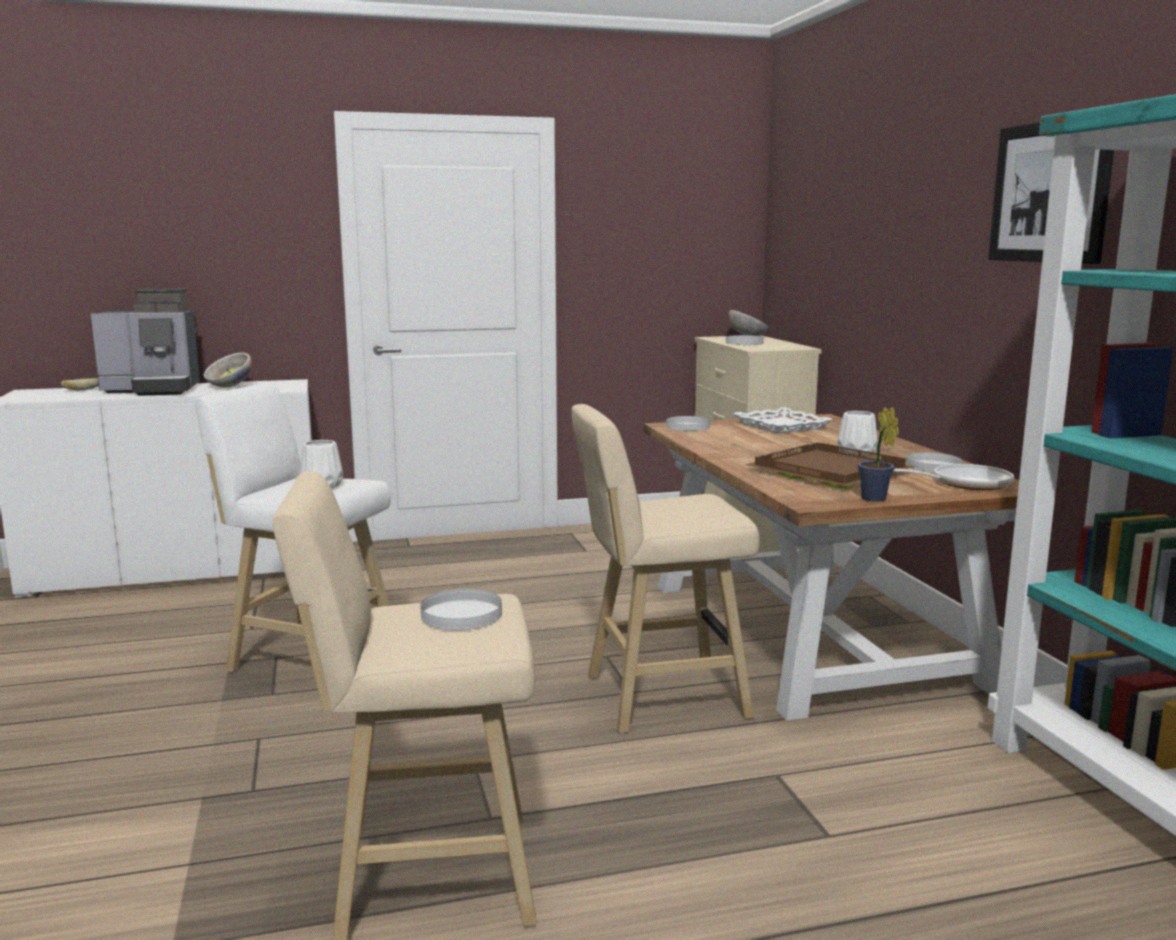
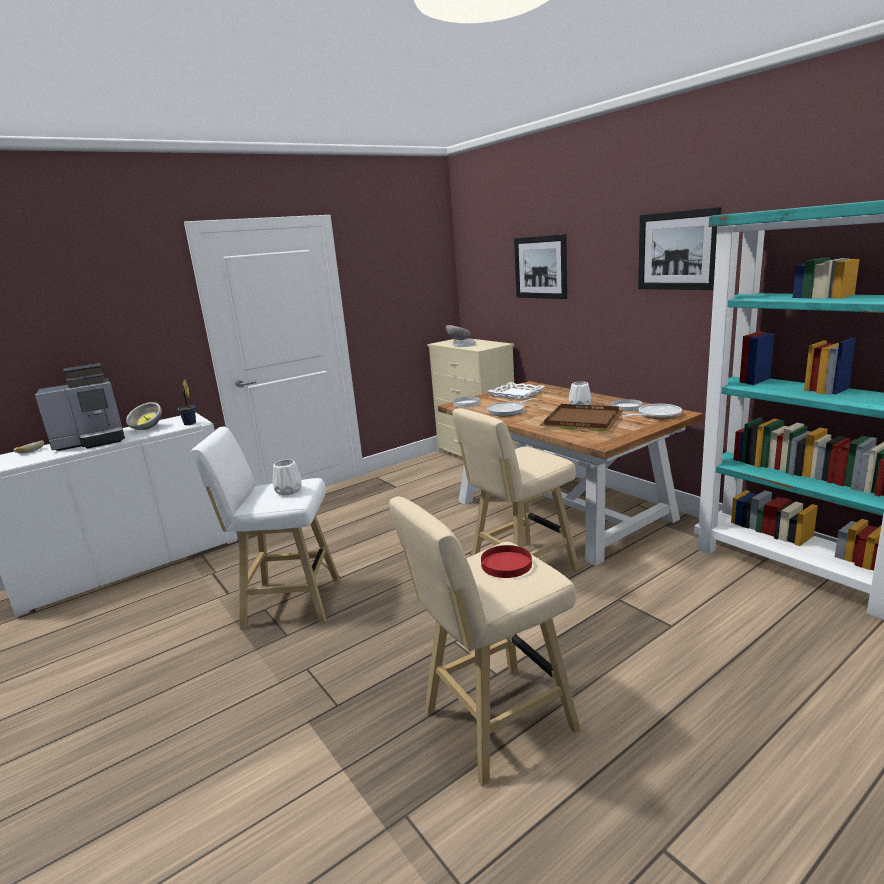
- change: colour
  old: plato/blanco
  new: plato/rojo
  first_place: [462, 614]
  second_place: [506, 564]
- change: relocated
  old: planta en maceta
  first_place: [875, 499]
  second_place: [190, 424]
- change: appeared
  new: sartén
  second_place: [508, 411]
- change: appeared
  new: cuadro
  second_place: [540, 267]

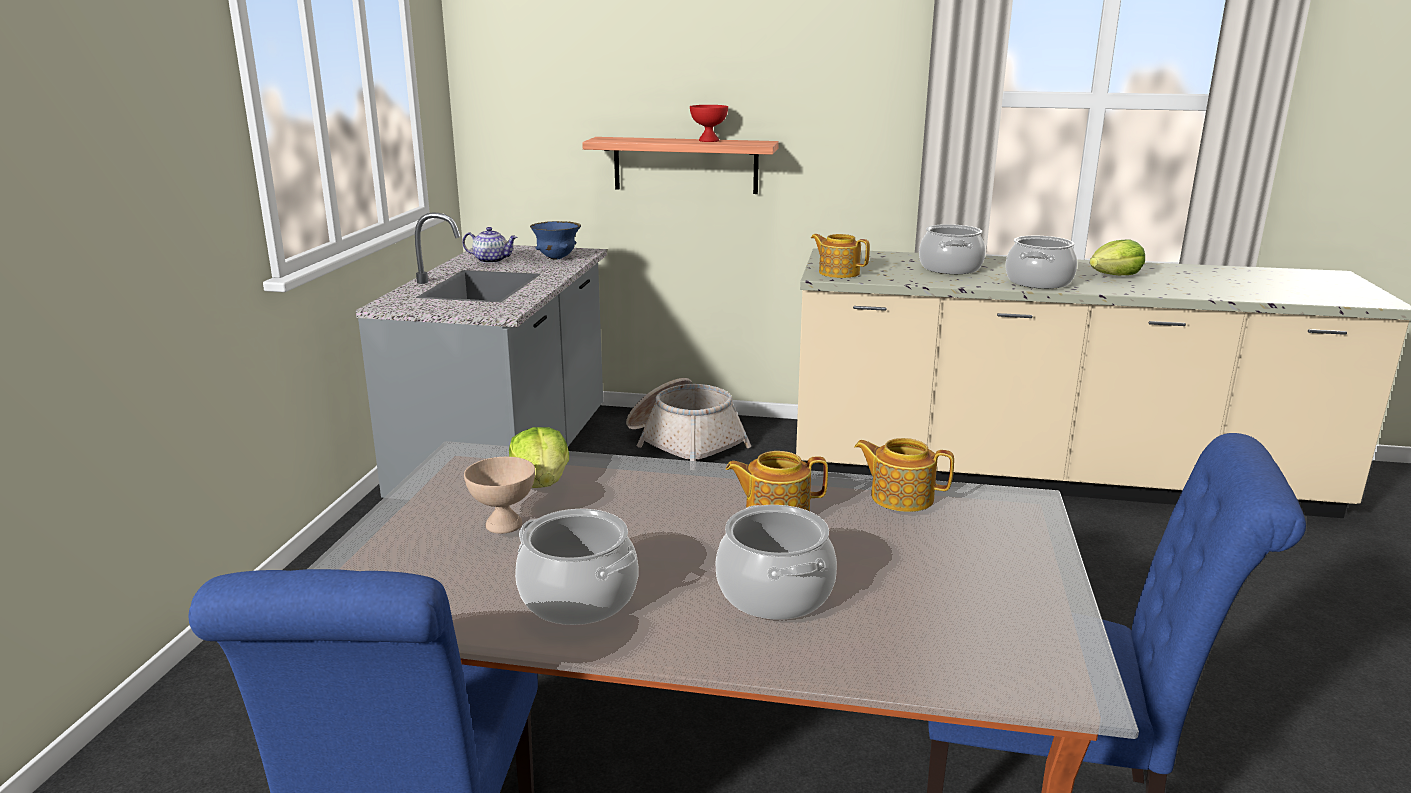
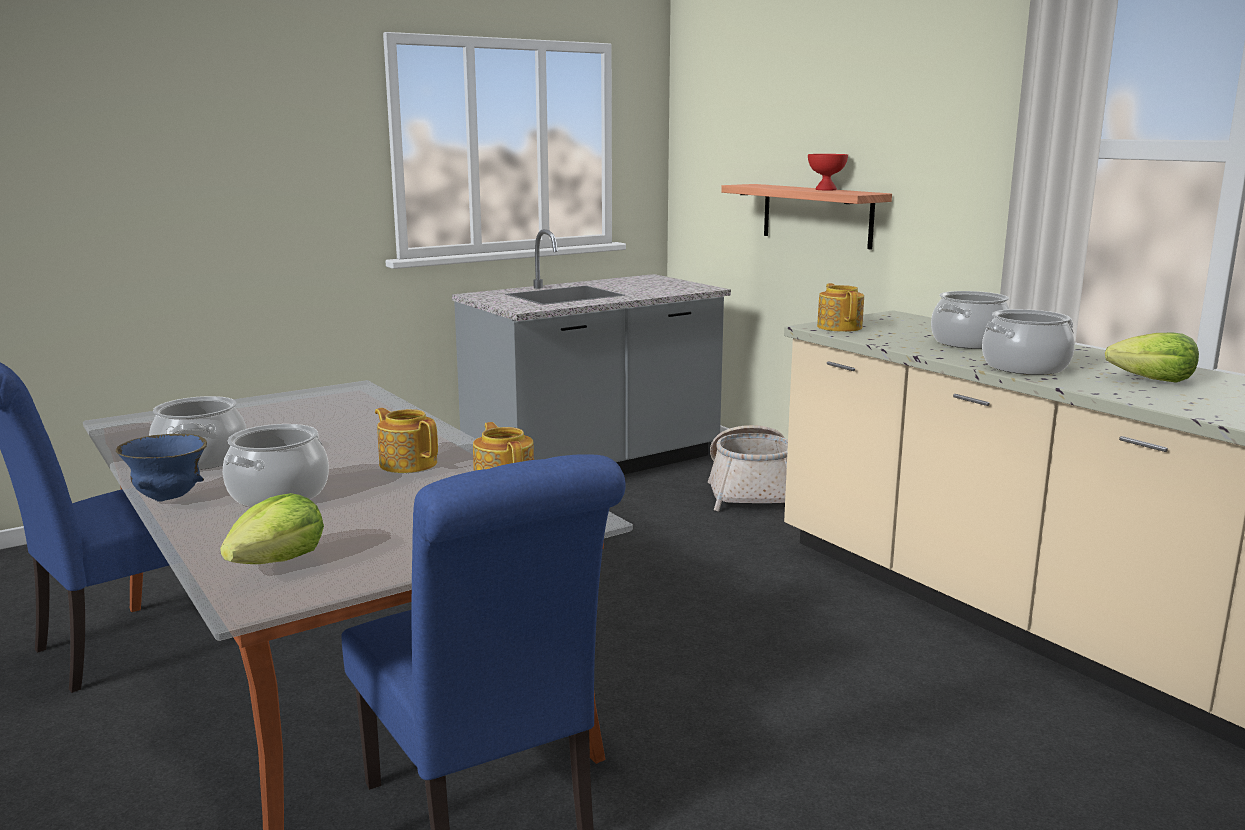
- change: missing
  old: tetera
  first_place: [492, 260]
- change: missing
  old: cuenco/beis
  first_place: [504, 524]
- change: relocated
  old: lechuga
  first_place: [541, 483]
  second_place: [278, 561]
- change: relocated
  old: cuenco/azul
  first_place: [557, 258]
  second_place: [168, 499]

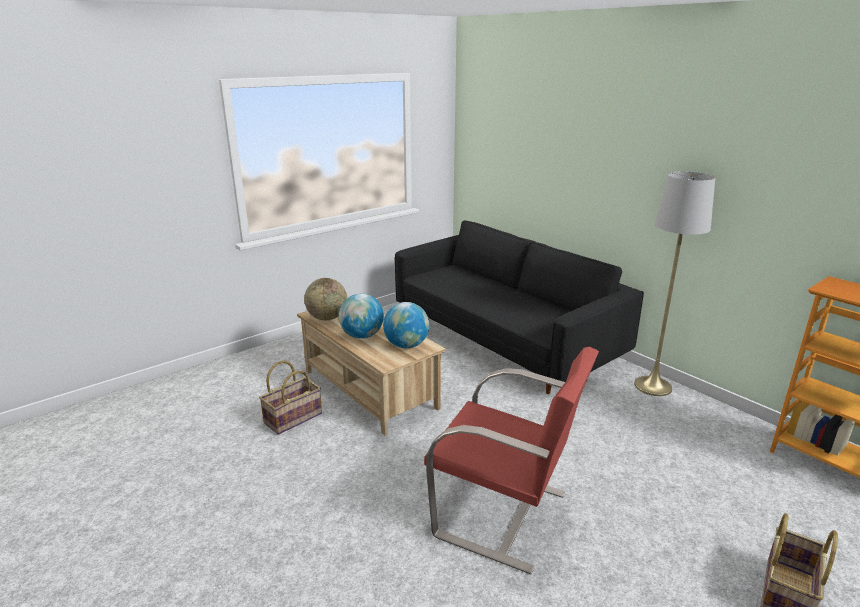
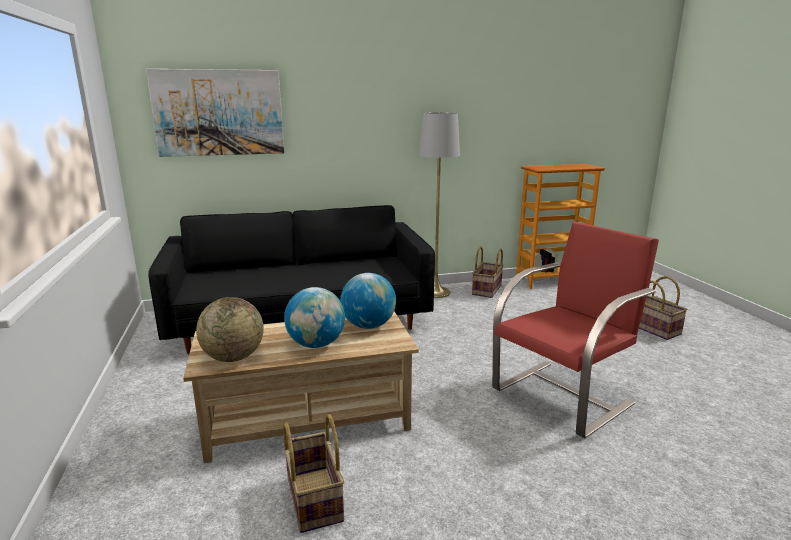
- change: appeared
  new: cuadro
  second_place: [219, 113]
- change: appeared
  new: cesta
  second_place: [487, 290]

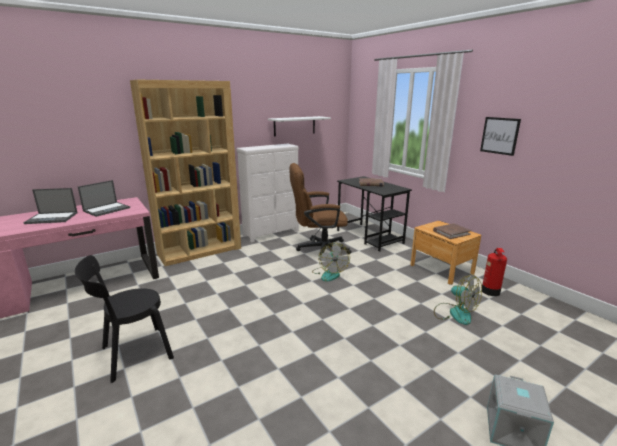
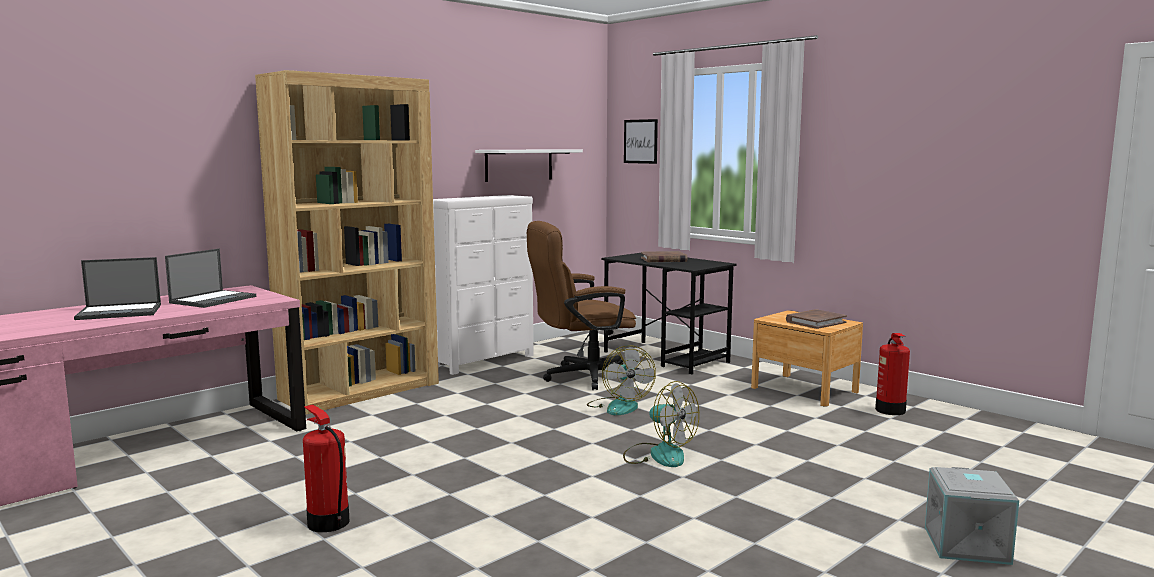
- change: exchanged
  old: silla/negro
  new: extintor
  first_place: [133, 354]
  second_place: [328, 522]
- change: relocated
  old: ventilador
  first_place: [454, 313]
  second_place: [658, 454]
- change: relocated
  old: cuadro
  first_place: [499, 135]
  second_place: [640, 141]

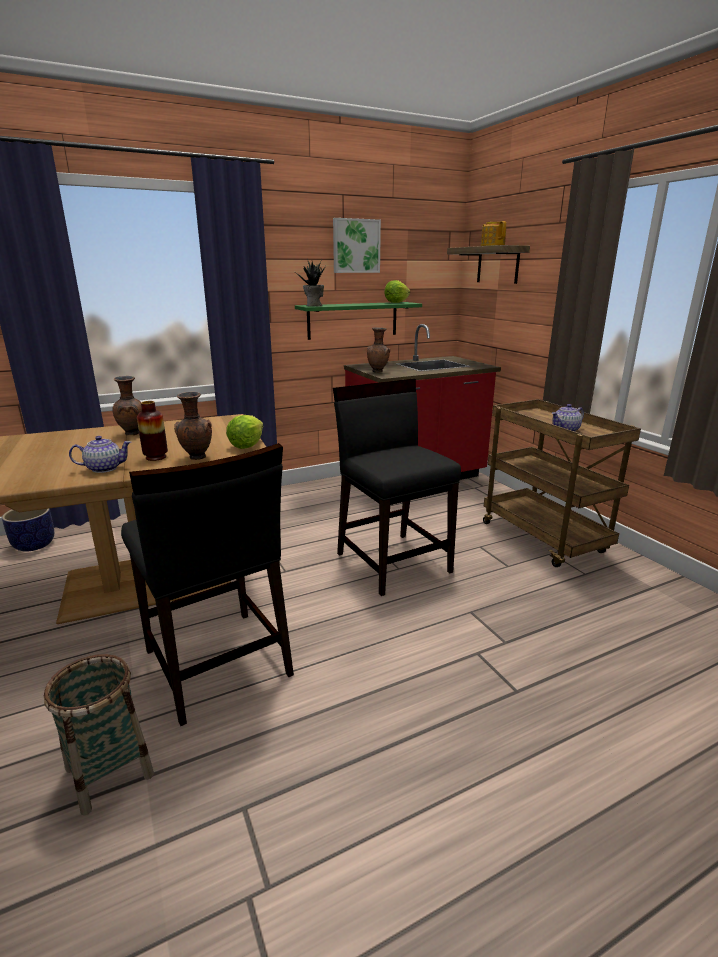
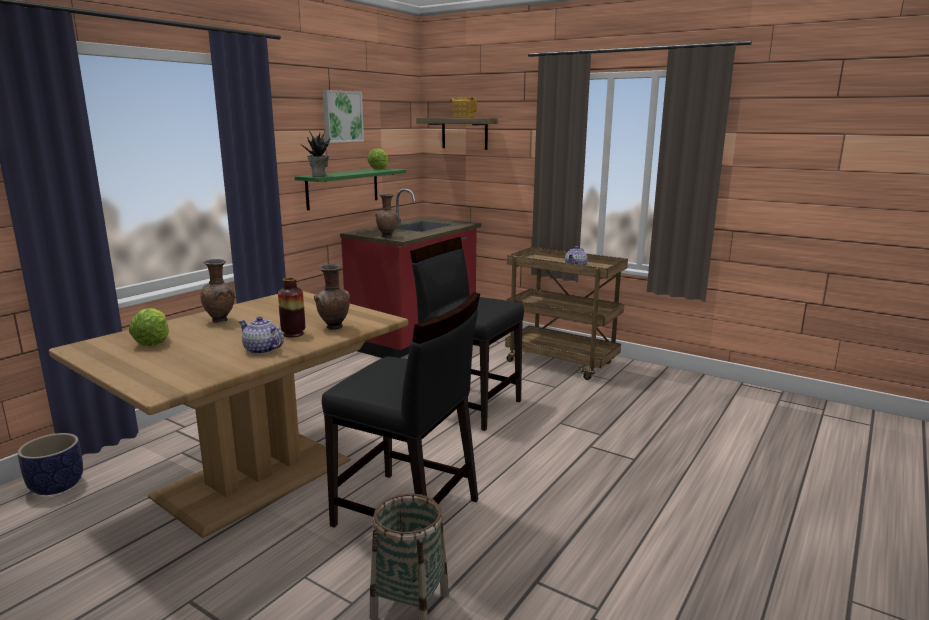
- change: spun
  old: tetera
  first_place: [104, 468]
  second_place: [262, 350]
  degrees: -105
- change: relocated
  old: lechuga
  first_place: [247, 445]
  second_place: [153, 341]

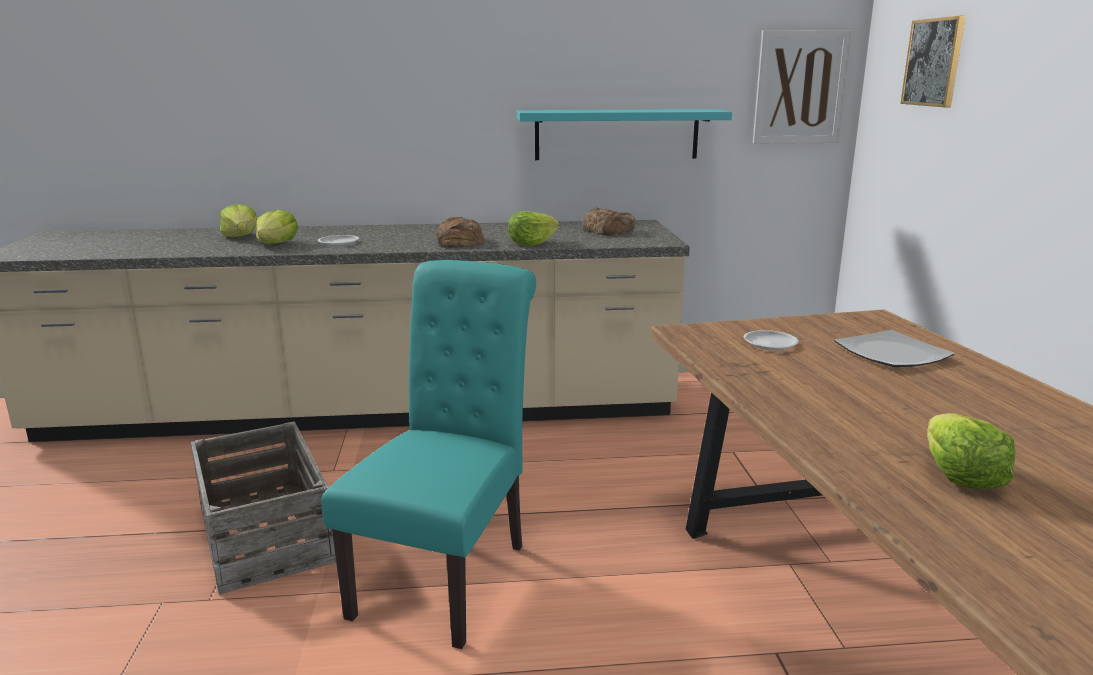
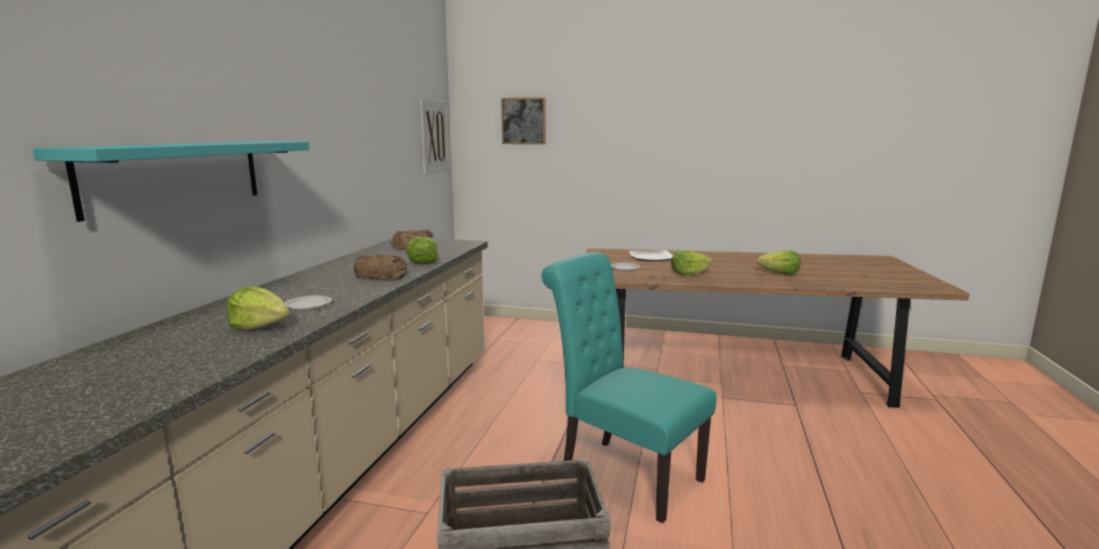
- change: relocated
  old: lechuga
  first_place: [241, 236]
  second_place: [688, 274]
- change: relocated
  old: estante/turquesa
  first_place: [617, 134]
  second_place: [176, 175]

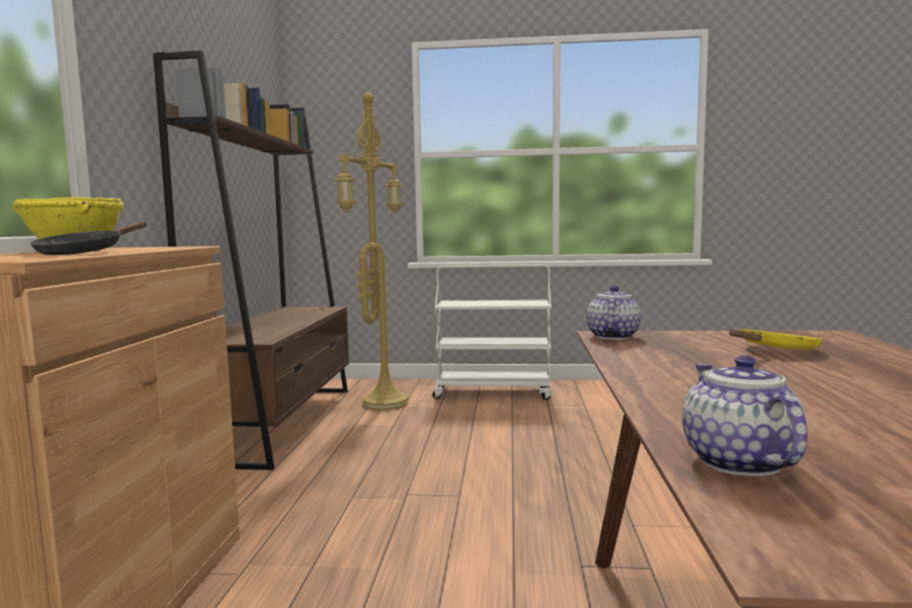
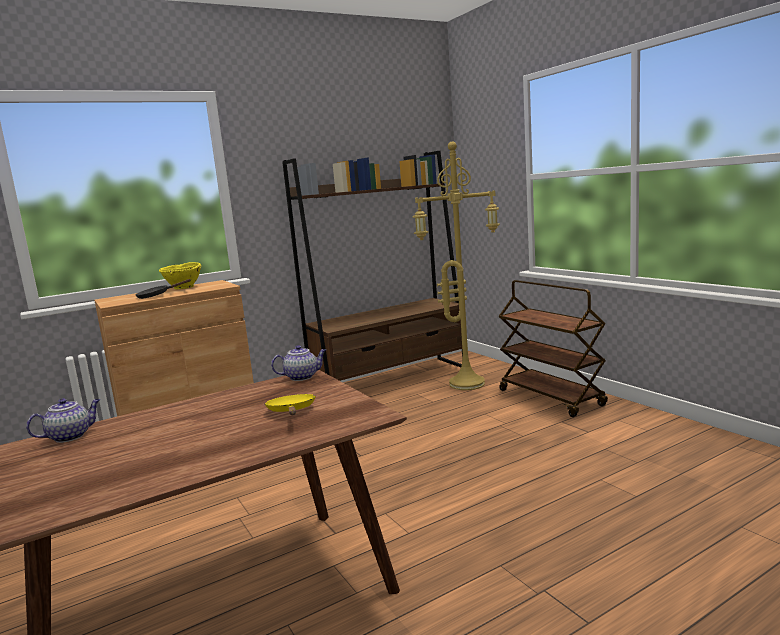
- change: colour
  old: carrito/blanco
  new: carrito/marrón
  first_place: [493, 392]
  second_place: [551, 398]
- change: spun
  old: sartén/amarillo
  first_place: [774, 350]
  second_place: [292, 411]
  degrees: -120

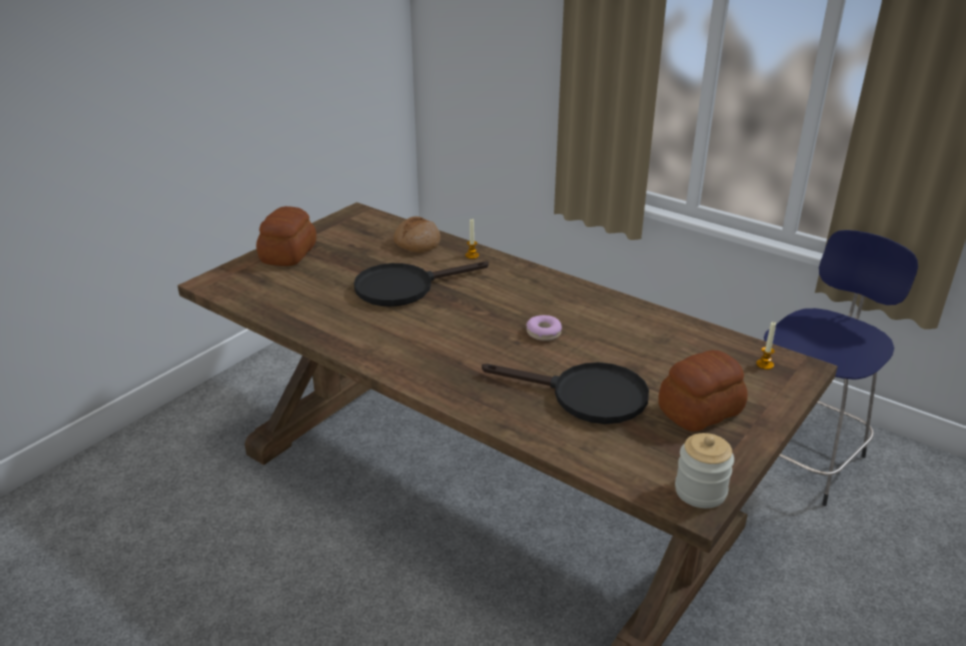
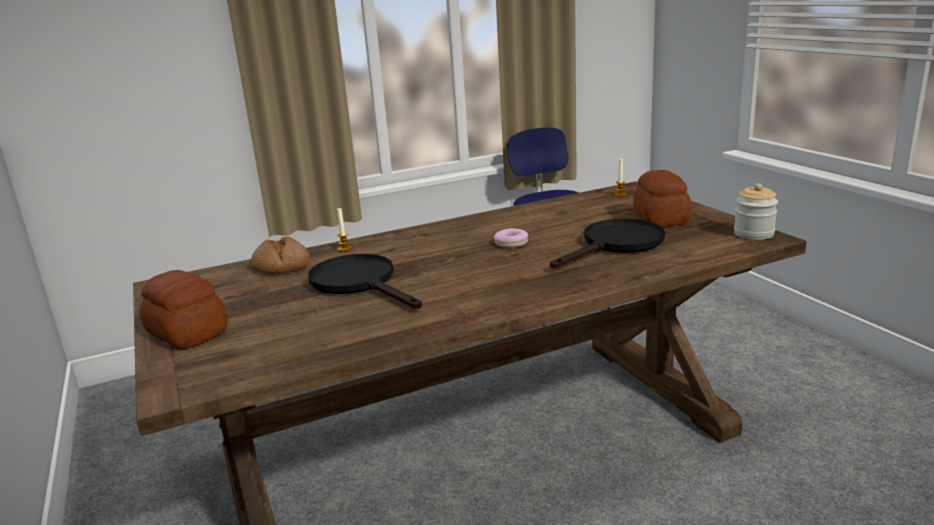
- change: spun
  old: sartén/negro
  first_place: [404, 287]
  second_place: [360, 283]
  degrees: 135

